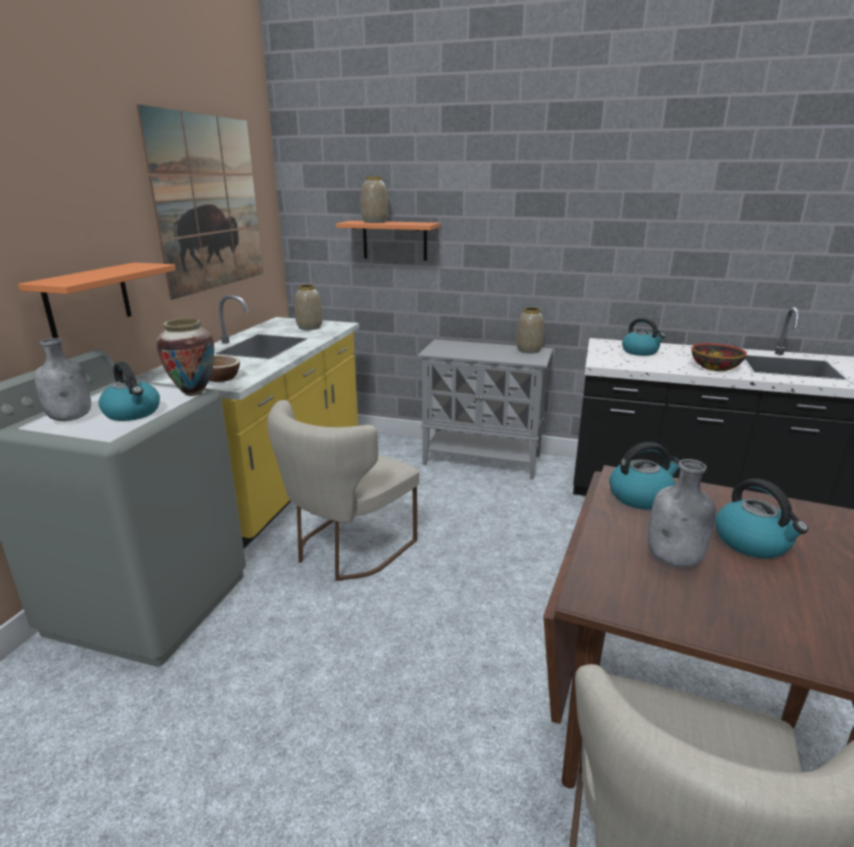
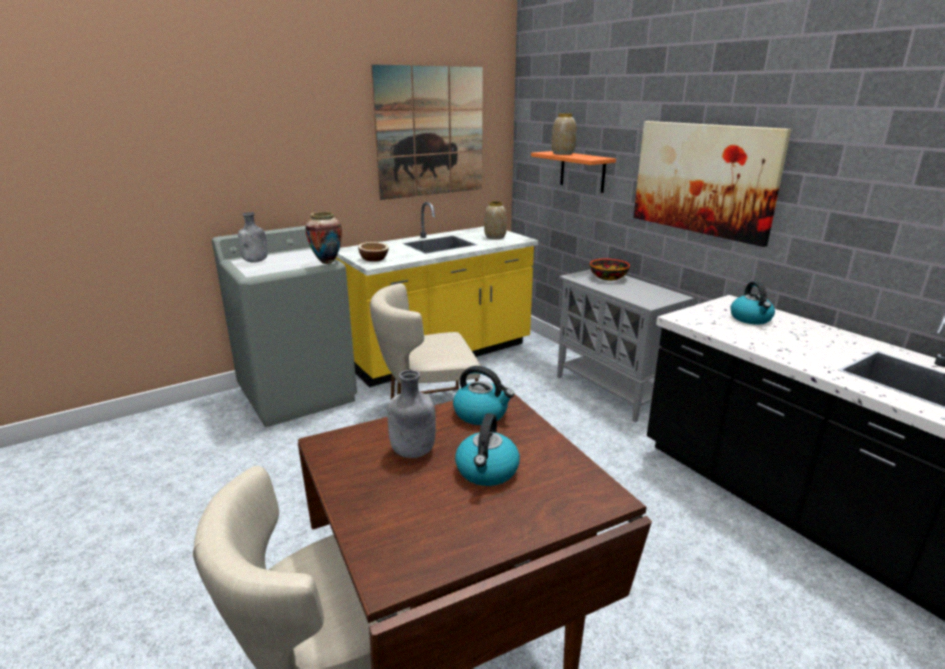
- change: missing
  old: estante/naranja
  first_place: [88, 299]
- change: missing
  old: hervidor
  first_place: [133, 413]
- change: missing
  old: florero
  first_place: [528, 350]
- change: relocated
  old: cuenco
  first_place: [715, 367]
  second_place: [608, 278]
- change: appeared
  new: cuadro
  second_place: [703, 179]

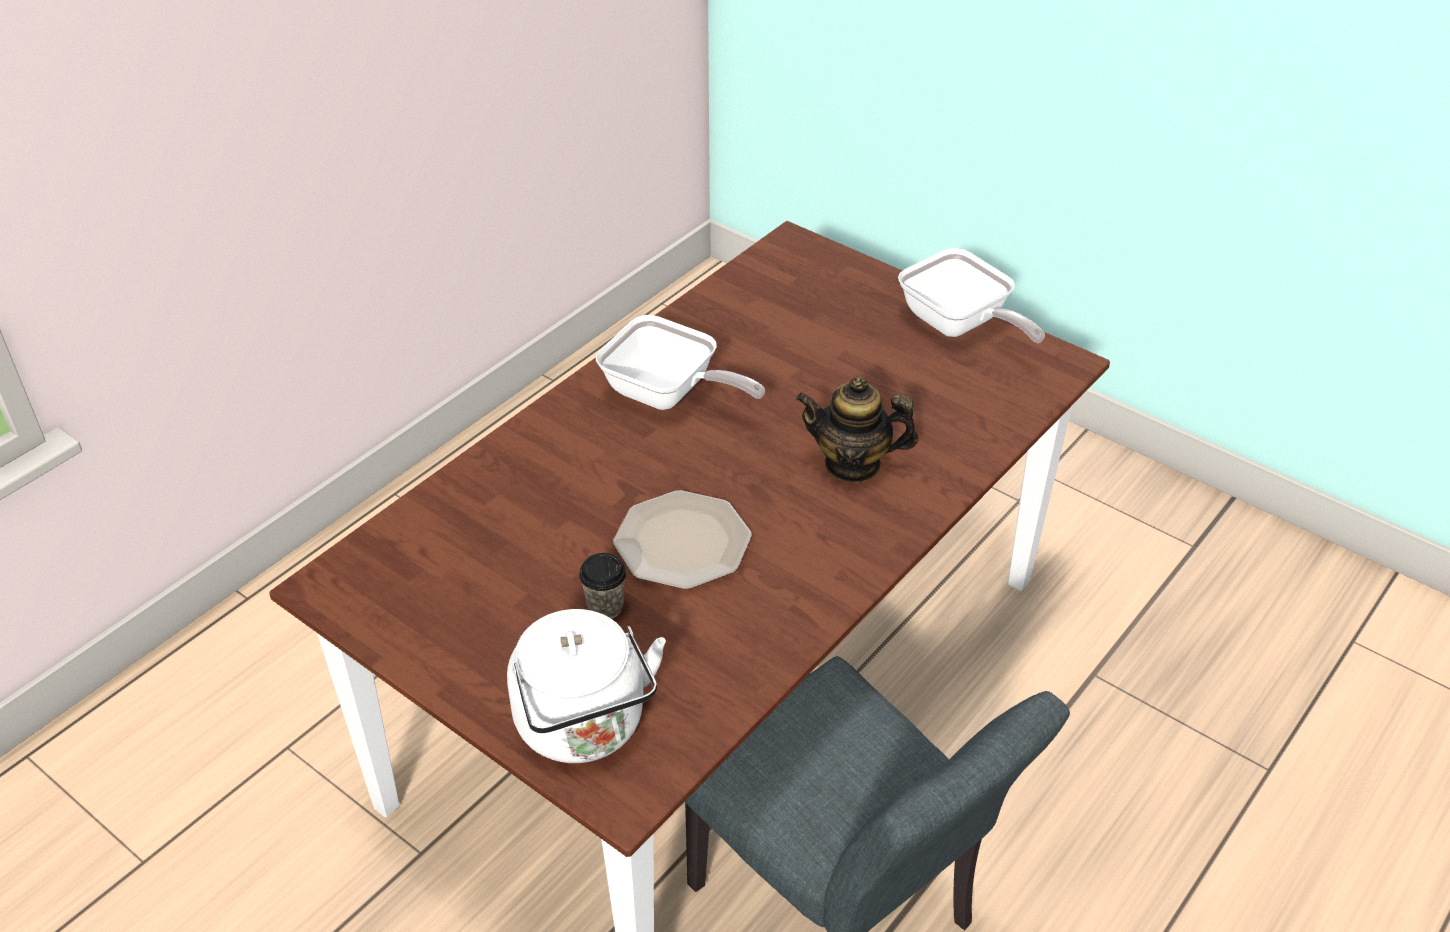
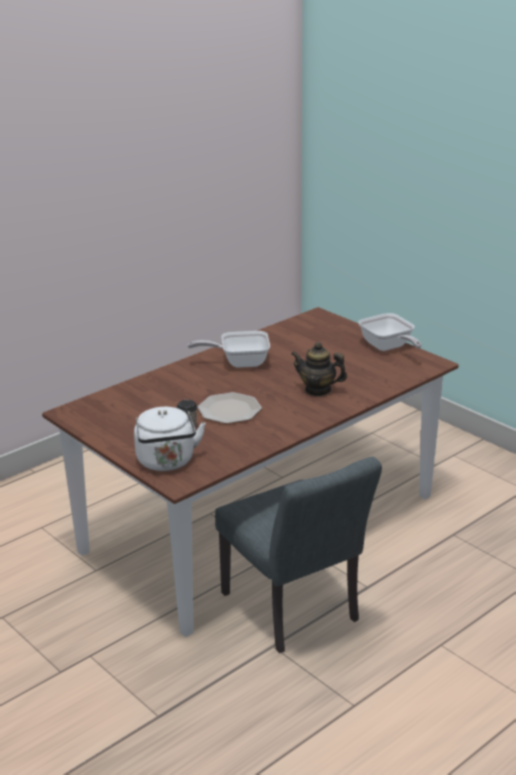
- change: spun
  old: sartén
  first_place: [668, 395]
  second_place: [239, 362]
  degrees: 135

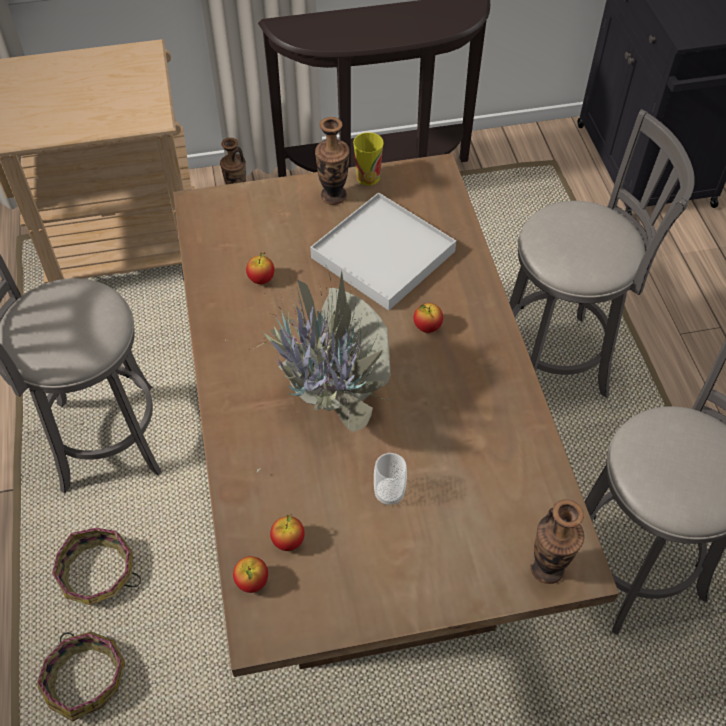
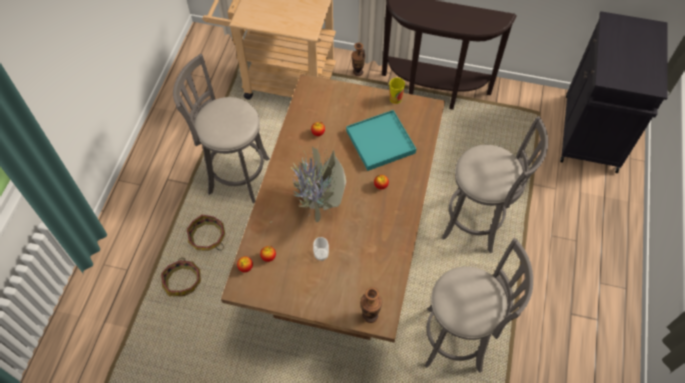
- change: colour
  old: bandeja/blanco
  new: bandeja/turquesa
  first_place: [383, 254]
  second_place: [380, 142]
- change: missing
  old: florero
  first_place: [333, 196]

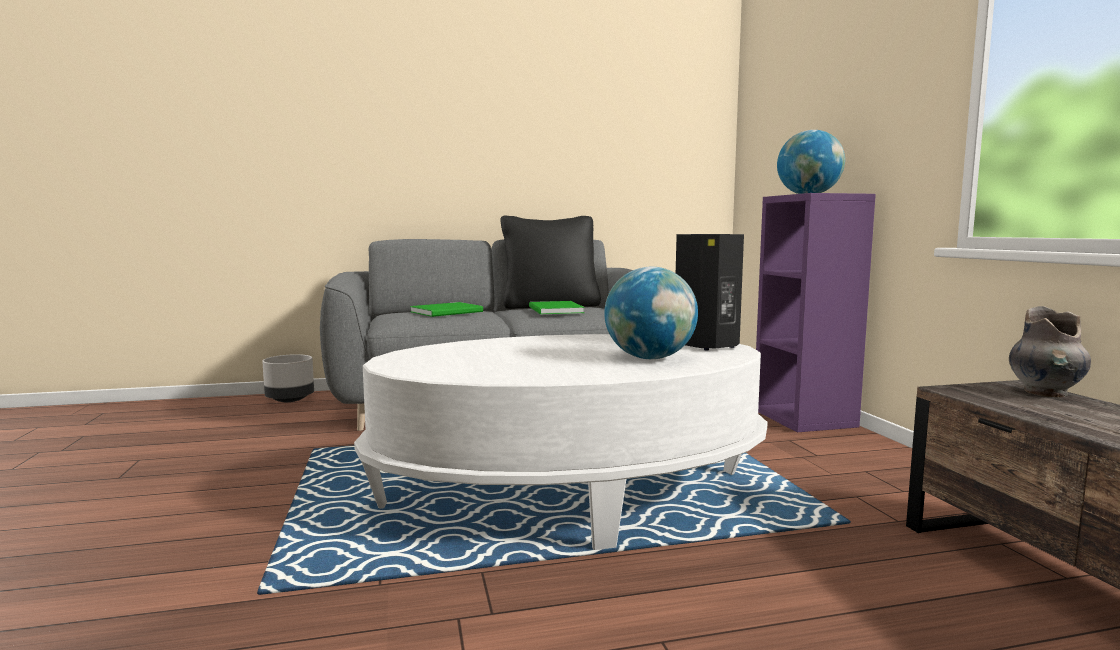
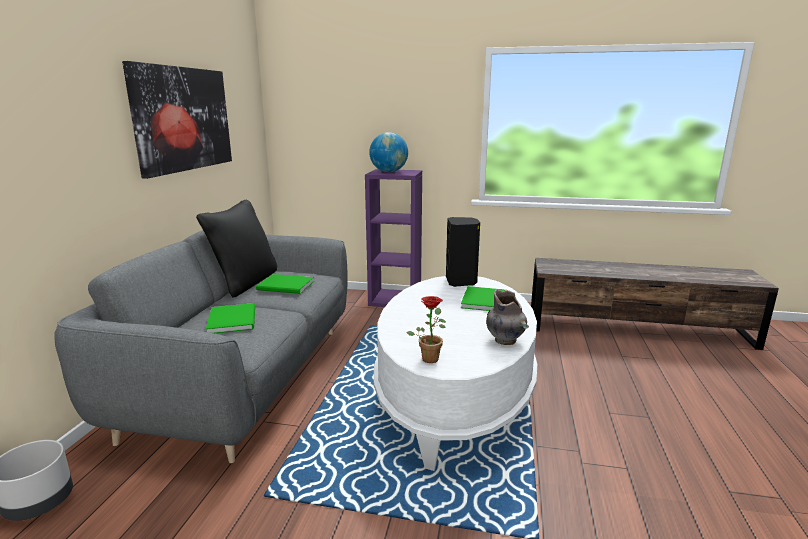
- change: exchanged
  old: globo terráqueo
  new: libro/verde
  first_place: [650, 358]
  second_place: [485, 300]
- change: relocated
  old: florero/gris
  first_place: [1045, 393]
  second_place: [505, 341]
- change: appeared
  new: cuadro
  second_place: [183, 119]
- change: appeared
  new: planta en maceta
  second_place: [430, 357]

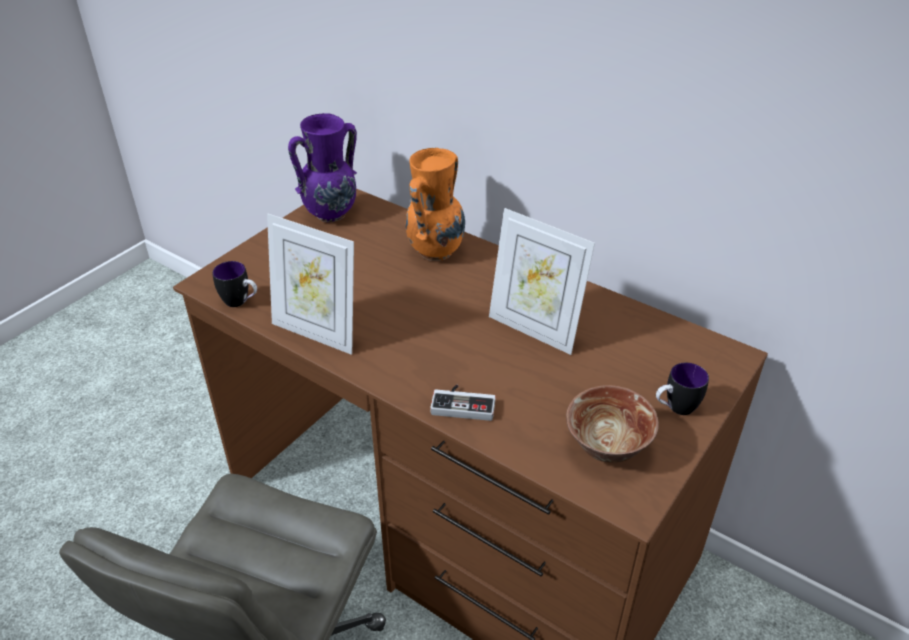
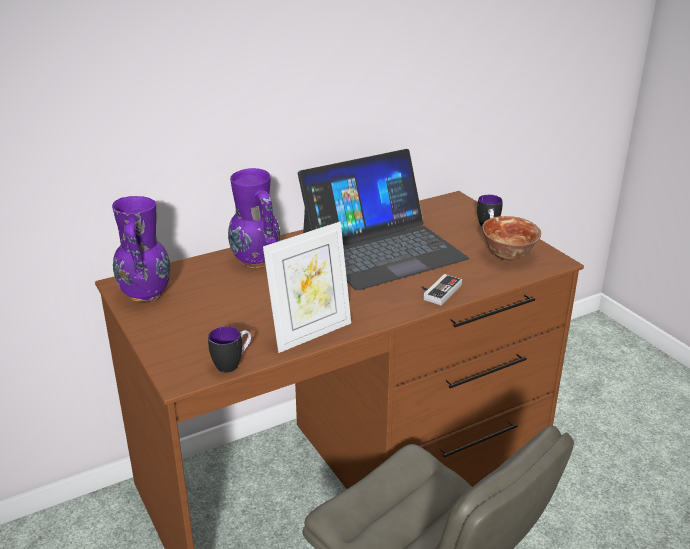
- change: colour
  old: florero/naranja
  new: florero/morado
  first_place: [434, 252]
  second_place: [255, 262]
- change: exchanged
  old: portarretratos
  new: portátil
  first_place: [534, 330]
  second_place: [382, 248]

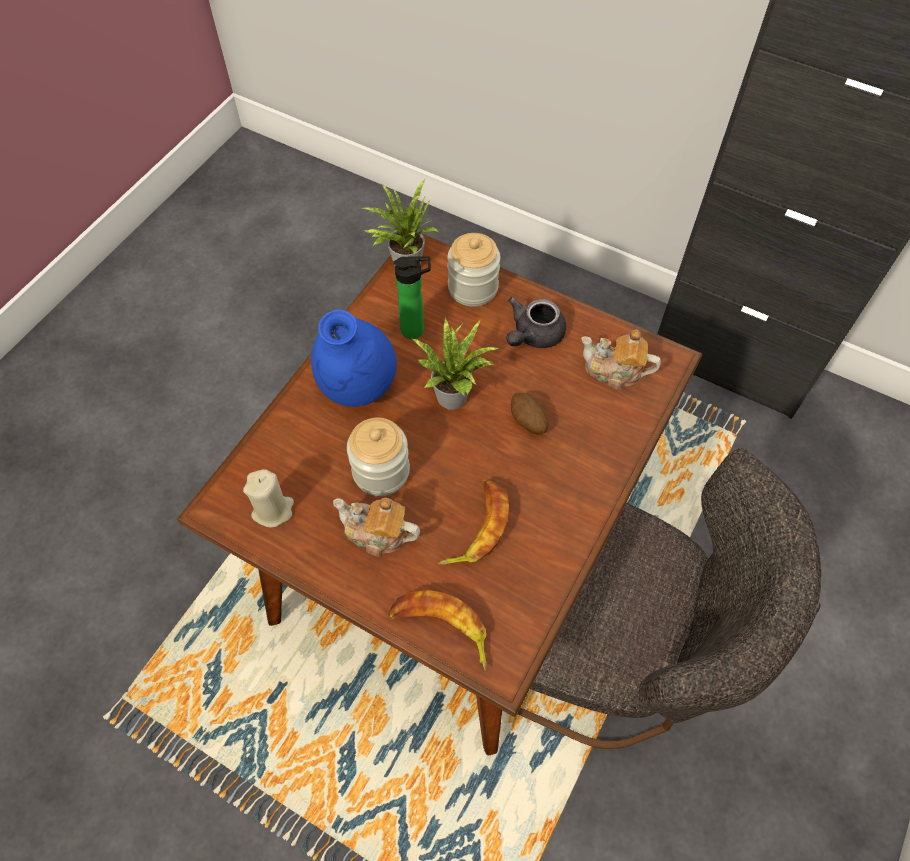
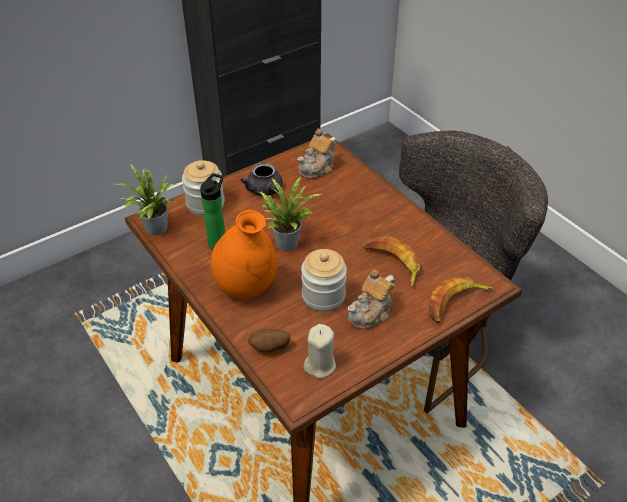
- change: colour
  old: florero/azul
  new: florero/naranja
  first_place: [357, 388]
  second_place: [246, 287]
- change: relocated
  old: patata
  first_place: [528, 422]
  second_place: [270, 348]

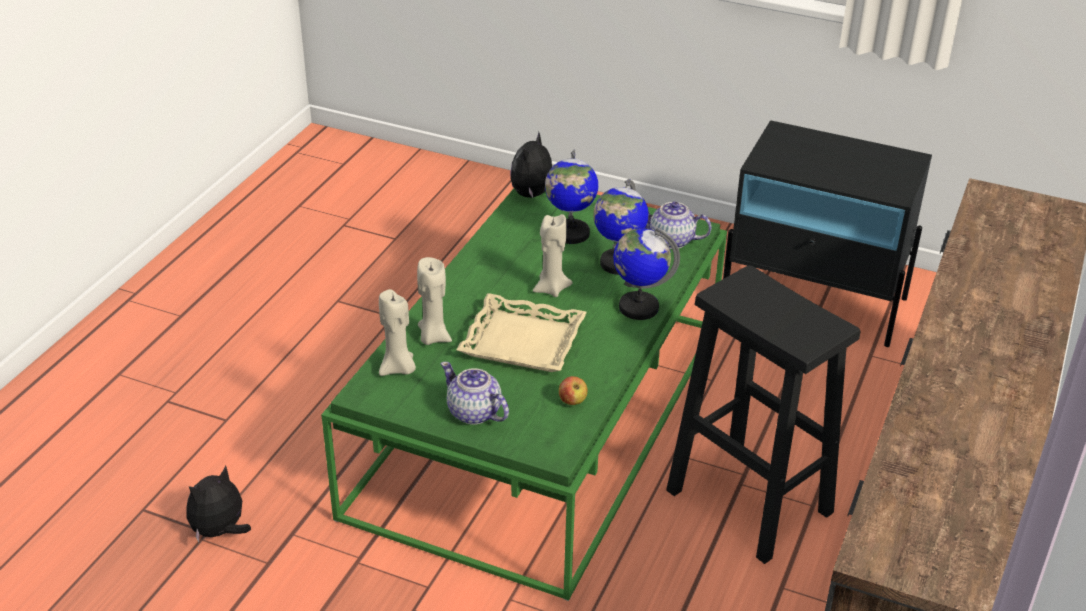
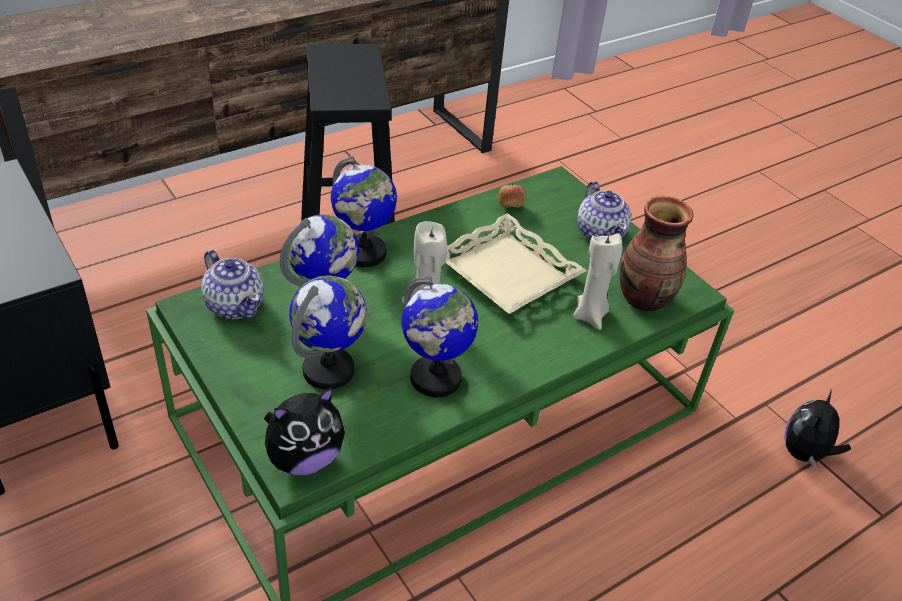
- change: spun
  old: peluche
  first_place: [220, 531]
  second_place: [804, 453]
  degrees: 135
- change: exchanged
  old: vela/beis
  new: florero
  first_place: [398, 369]
  second_place: [645, 299]
- change: appeared
  new: globo terráqueo
  second_place: [435, 379]

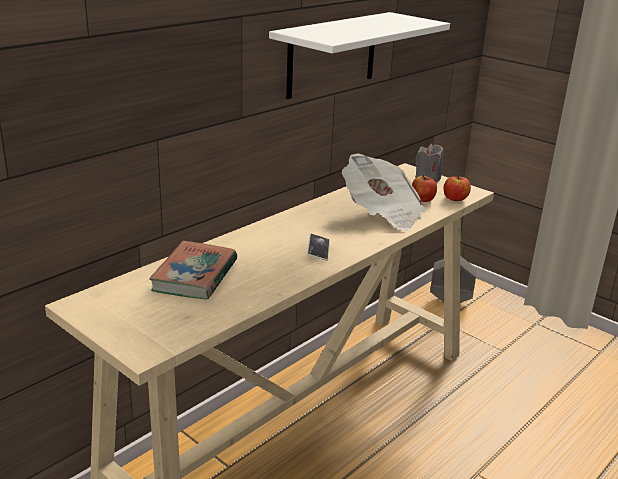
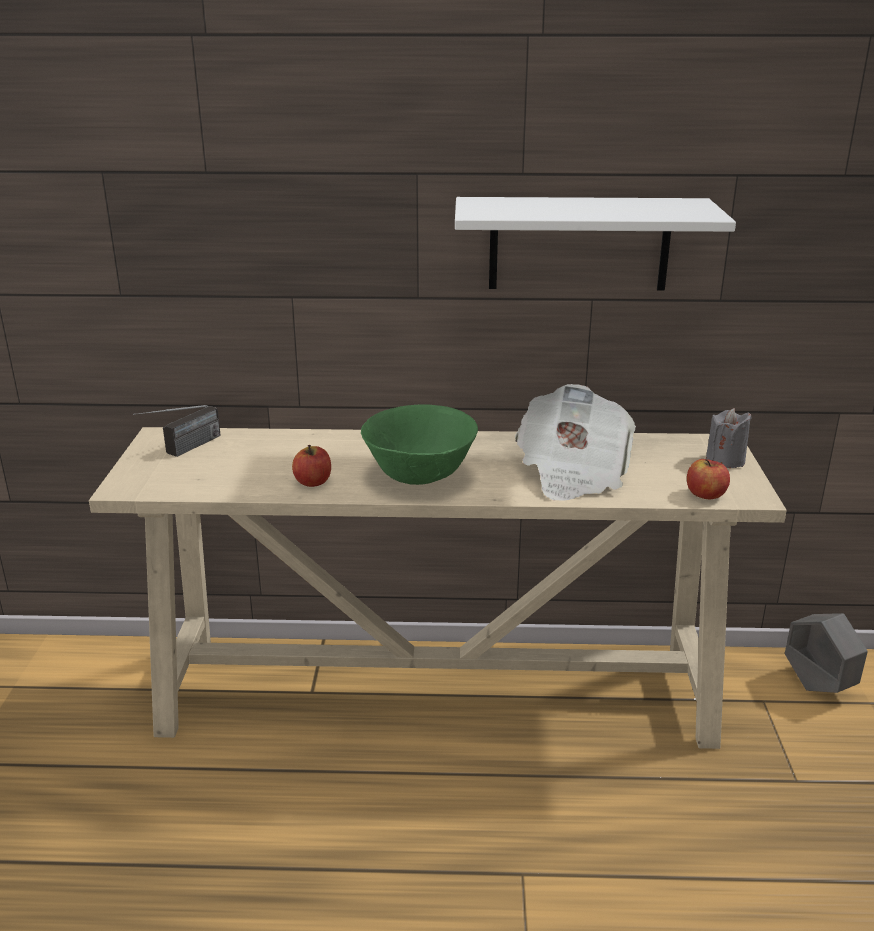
- change: missing
  old: libro
  first_place: [195, 276]
- change: exchanged
  old: móvil
  new: cuenco/verde
  first_place: [318, 250]
  second_place: [420, 477]
- change: relocated
  old: manzana
  first_place: [423, 199]
  second_place: [313, 482]
- change: appeared
  new: radio
  second_place: [183, 450]

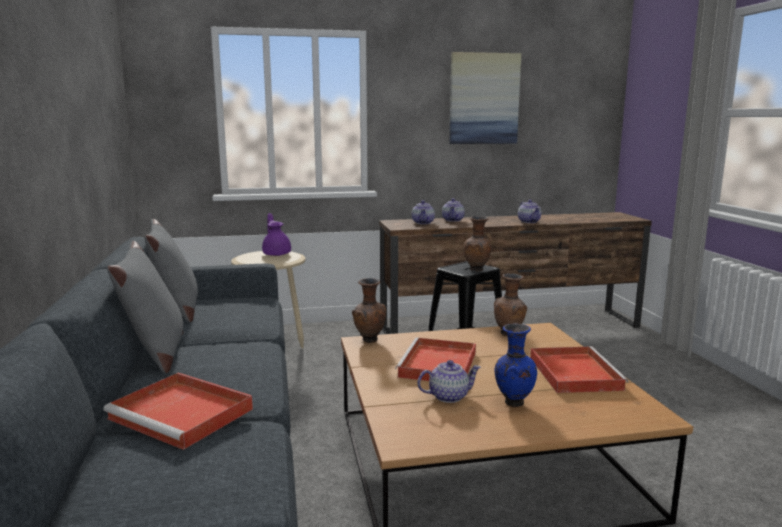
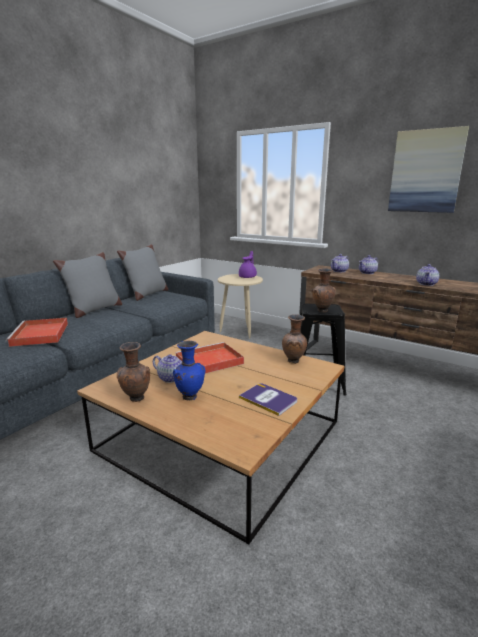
- change: relocated
  old: florero/marrón
  first_place: [369, 341]
  second_place: [135, 399]
- change: exchanged
  old: bandeja/rojo
  new: libro
  first_place: [573, 372]
  second_place: [268, 399]

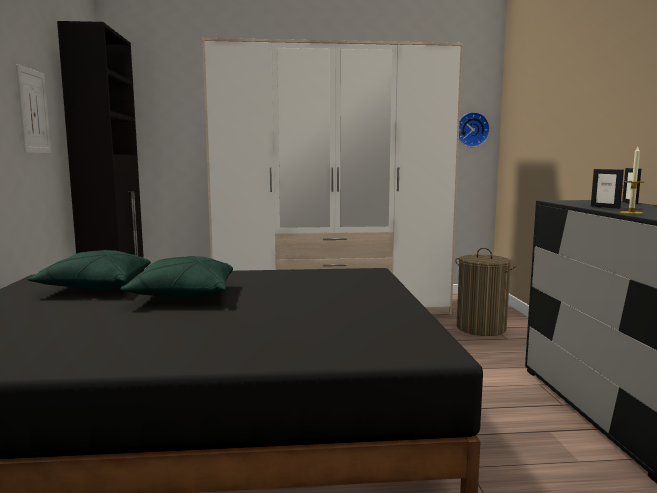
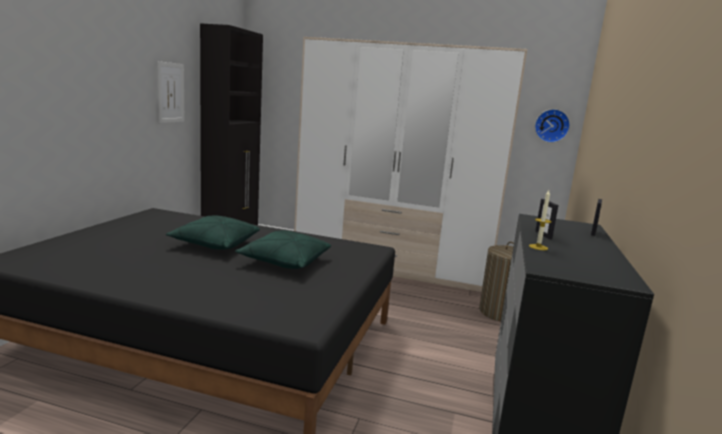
- change: relocated
  old: cojín/verde
  first_place: [95, 287]
  second_place: [284, 262]

